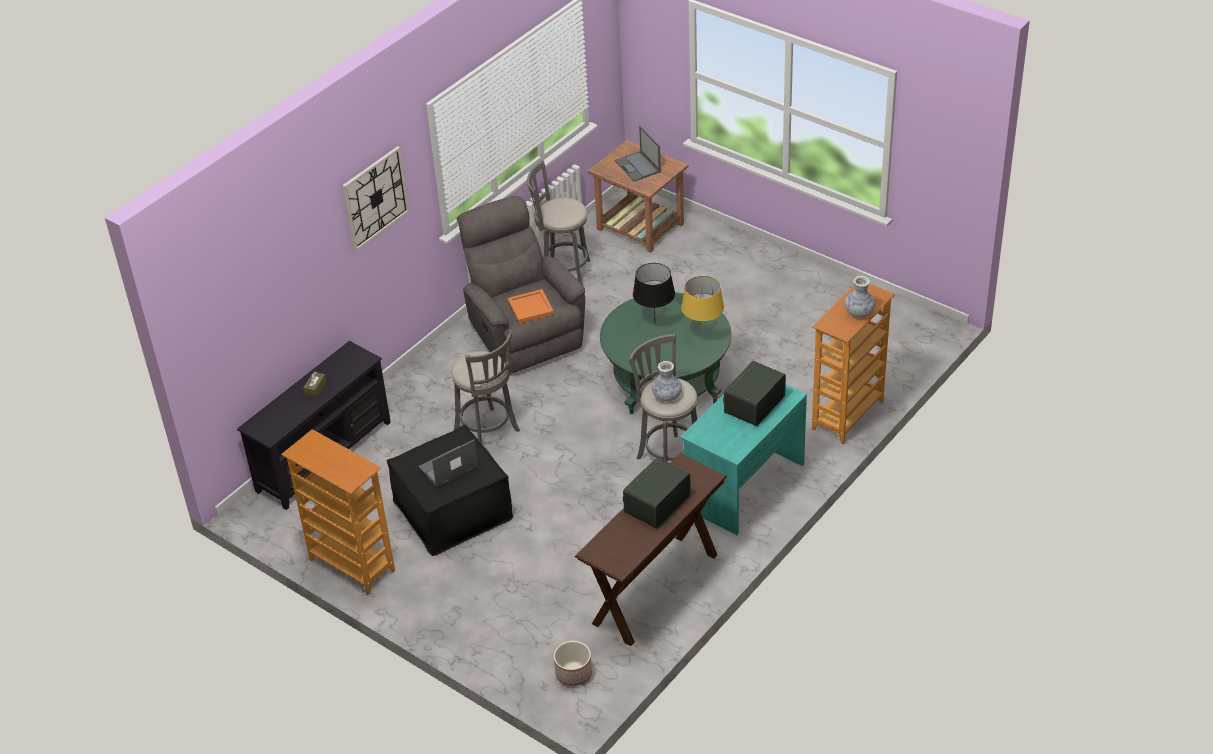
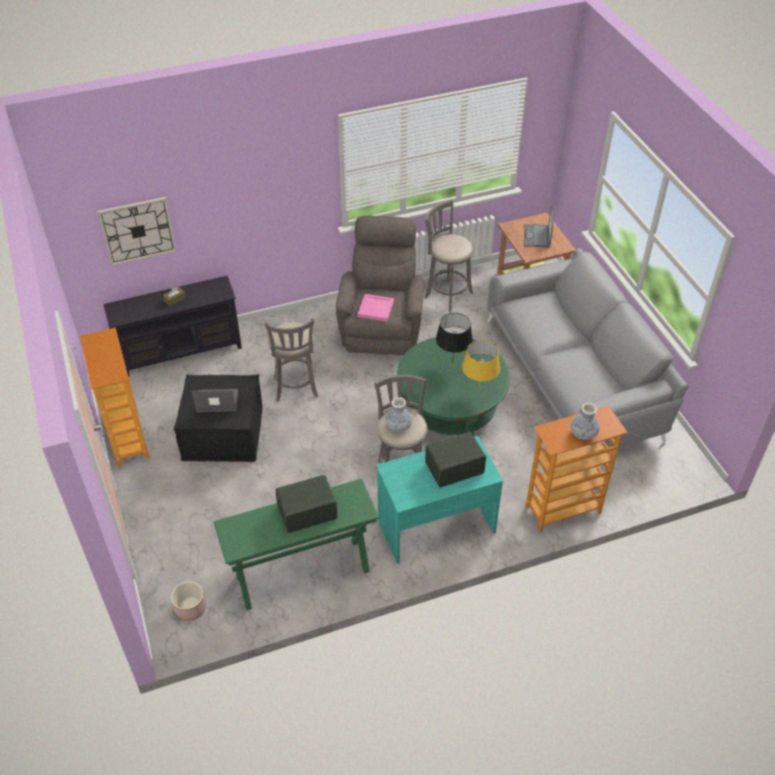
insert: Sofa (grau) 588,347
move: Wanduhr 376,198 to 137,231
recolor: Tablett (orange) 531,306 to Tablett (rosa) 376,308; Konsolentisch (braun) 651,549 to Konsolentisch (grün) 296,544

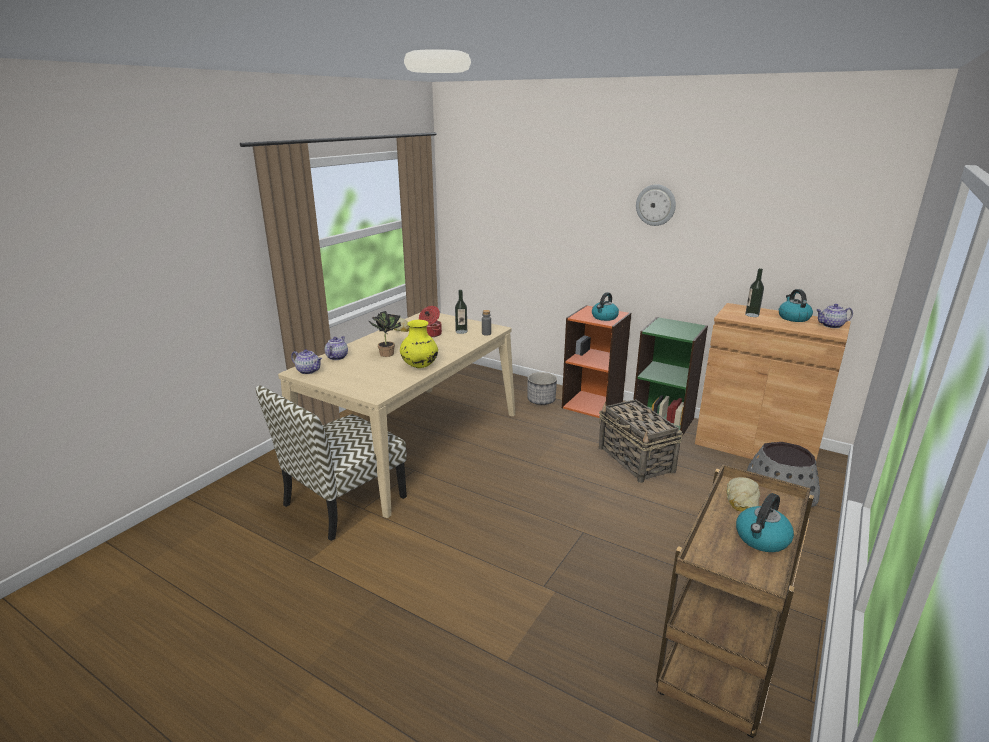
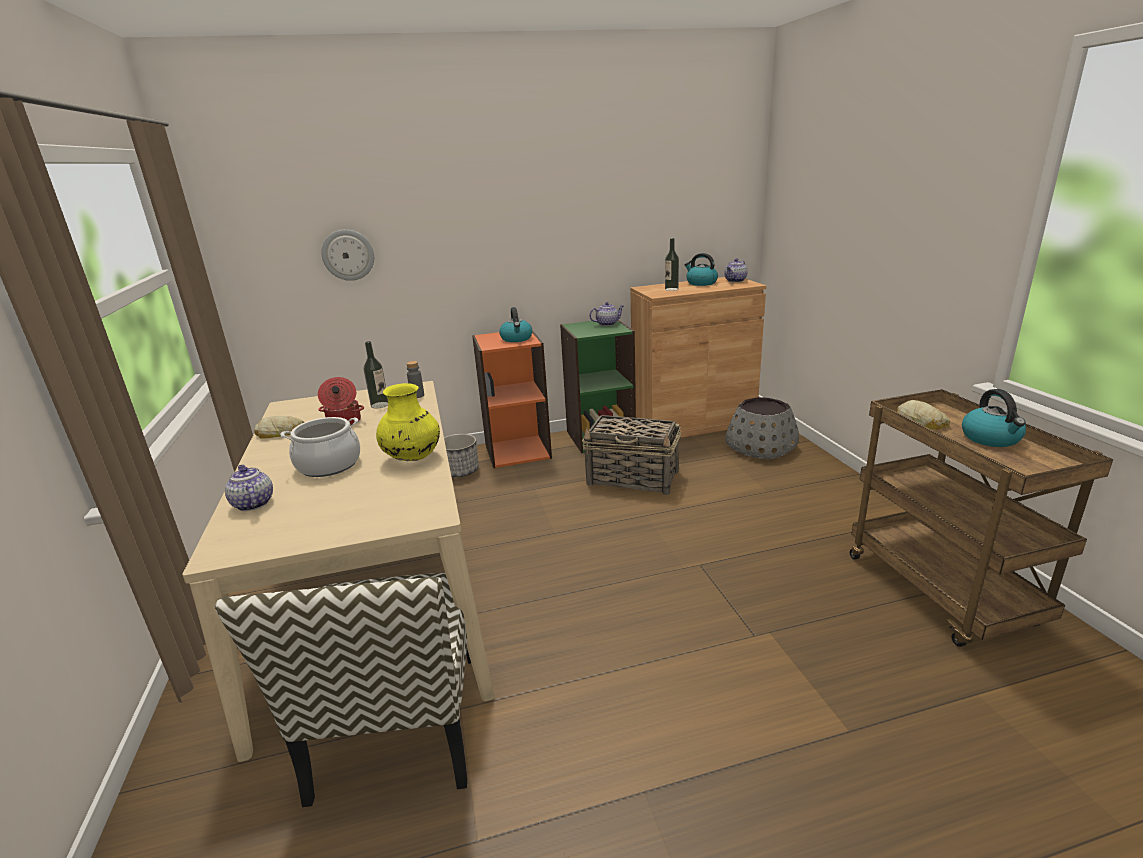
move: Teekanne 306,362 to 606,314; Wanduhr 656,205 to 347,255
replace: Topfpflanze 384,334 to Kochtopf 320,447

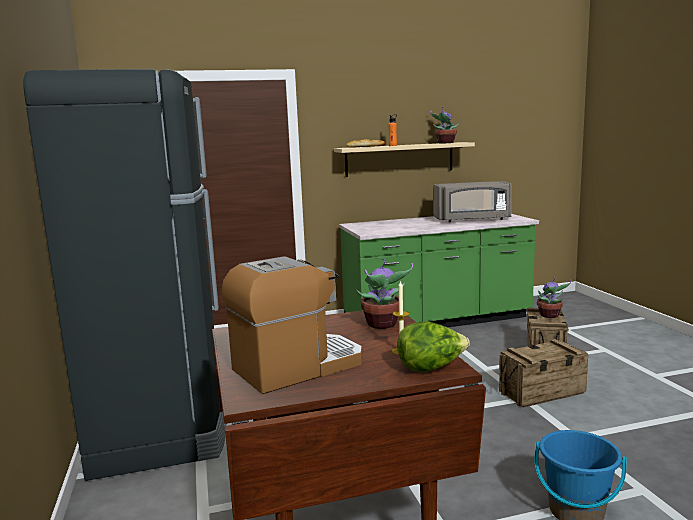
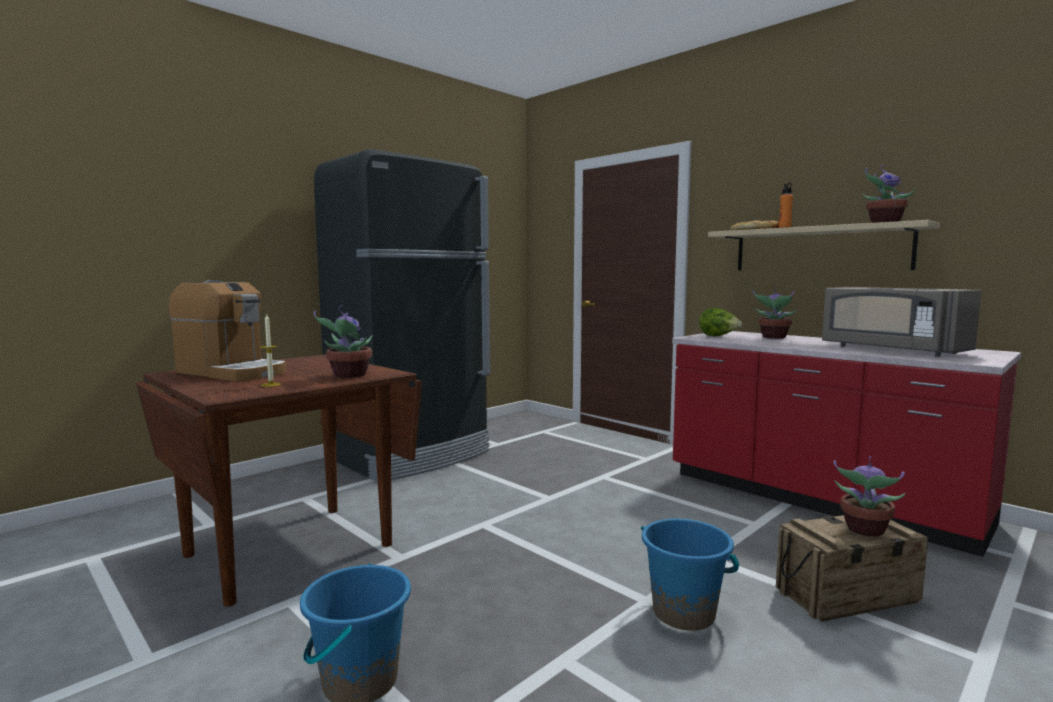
insert: Topfpflanze 775,312
move: Salatkopf 433,346 to 720,322
replace: Kiste 543,373 to Eimer (blau) 690,575
recolor: Küchenzeile (grün) 439,270 to Küchenzeile (rot) 846,444

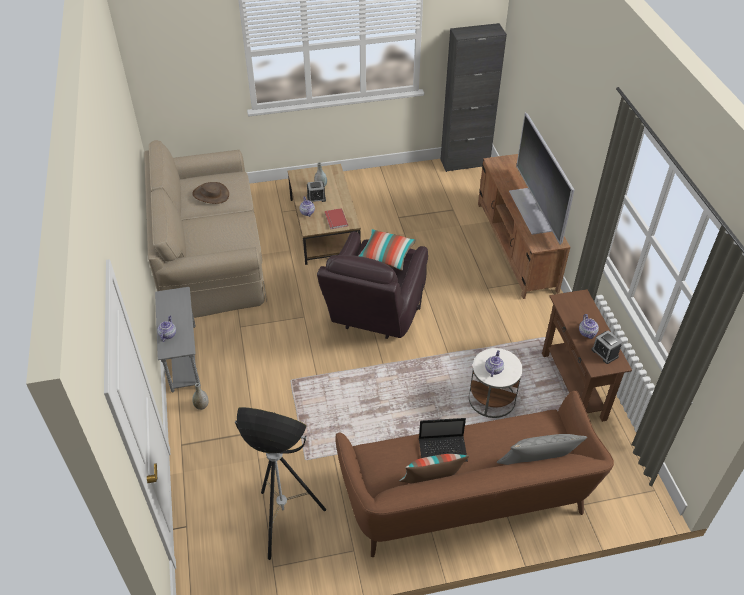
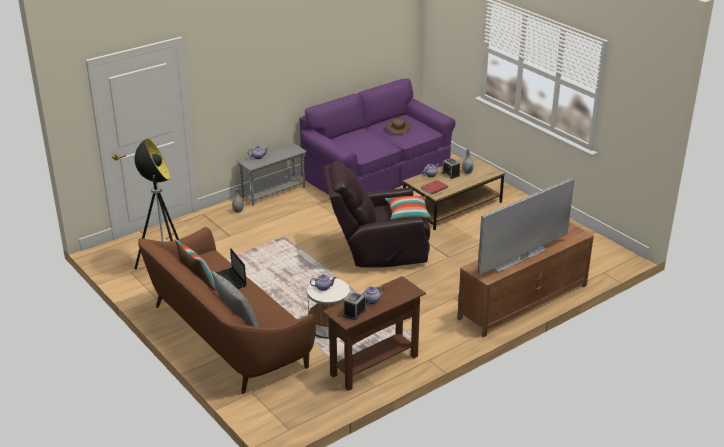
delete: Schrank (schwarz) 473,97
recolor: Sofa (beige) 205,229 to Sofa (lila) 377,136

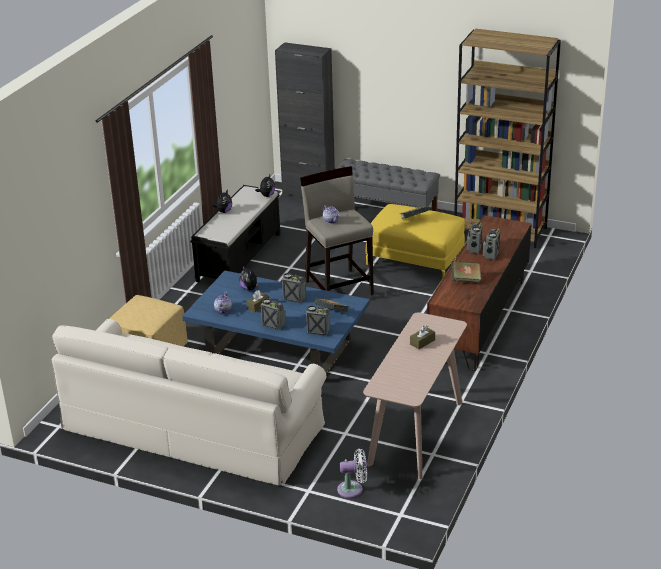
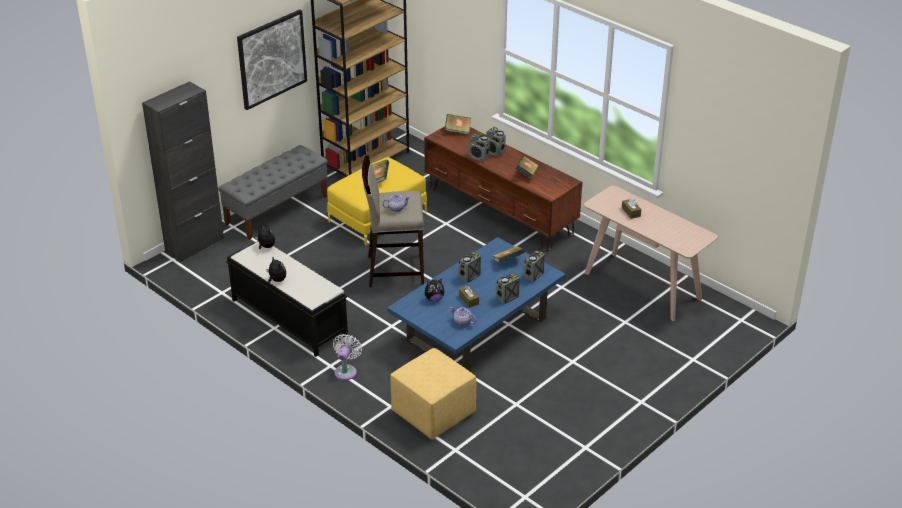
delete: Sofa (beige) 188,402
insert: Bild 272,59; Buch 457,124
move: Ventilator (weiß) 352,473 to 347,357

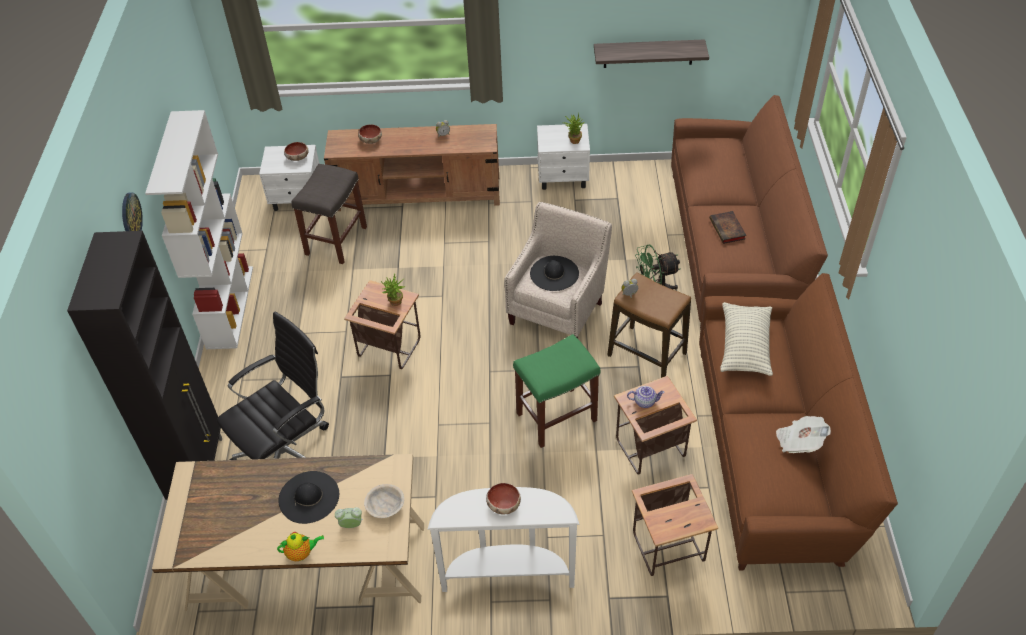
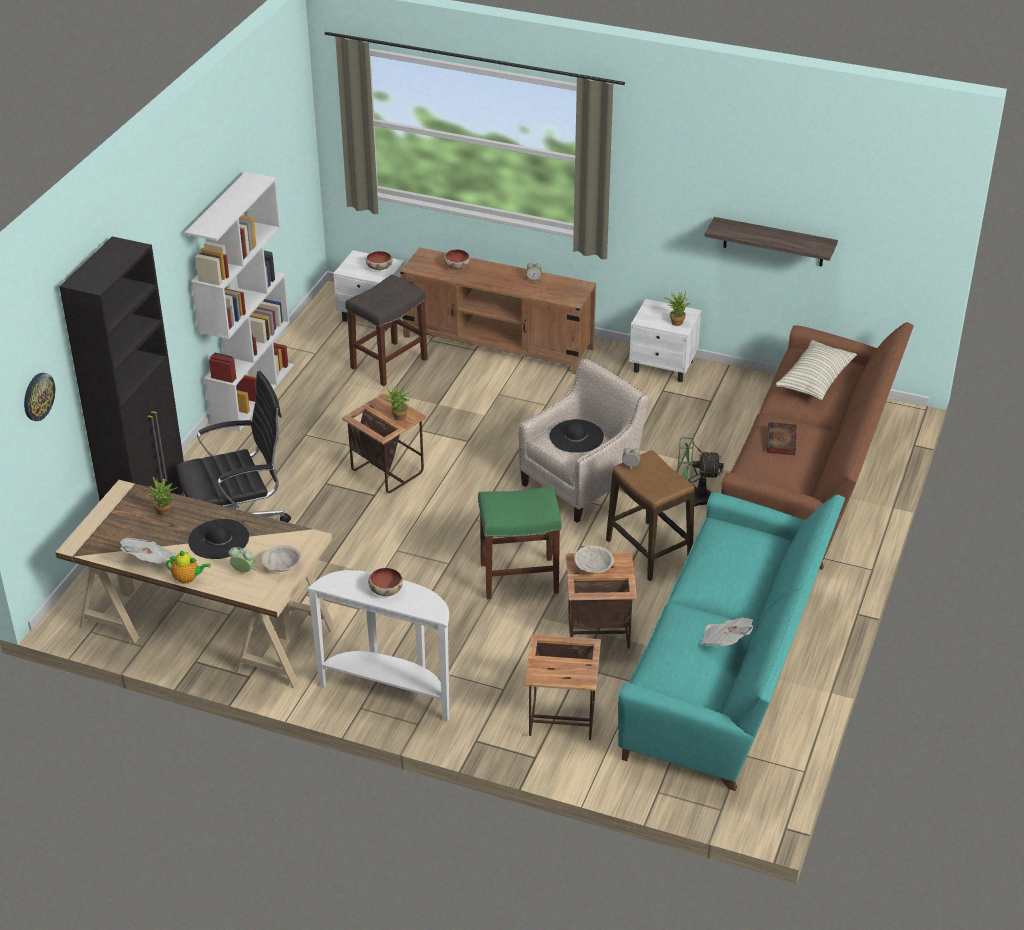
insert: Zeitung 148,551; Topfpflanze 162,495
move: Wanduhr 132,211 to 39,397; Kissen 746,339 to 816,370
replace: Teekanne 646,397 to Schüssel (beige) 594,559
recolor: Sofa (braun) 798,422 to Sofa (türkis) 731,641

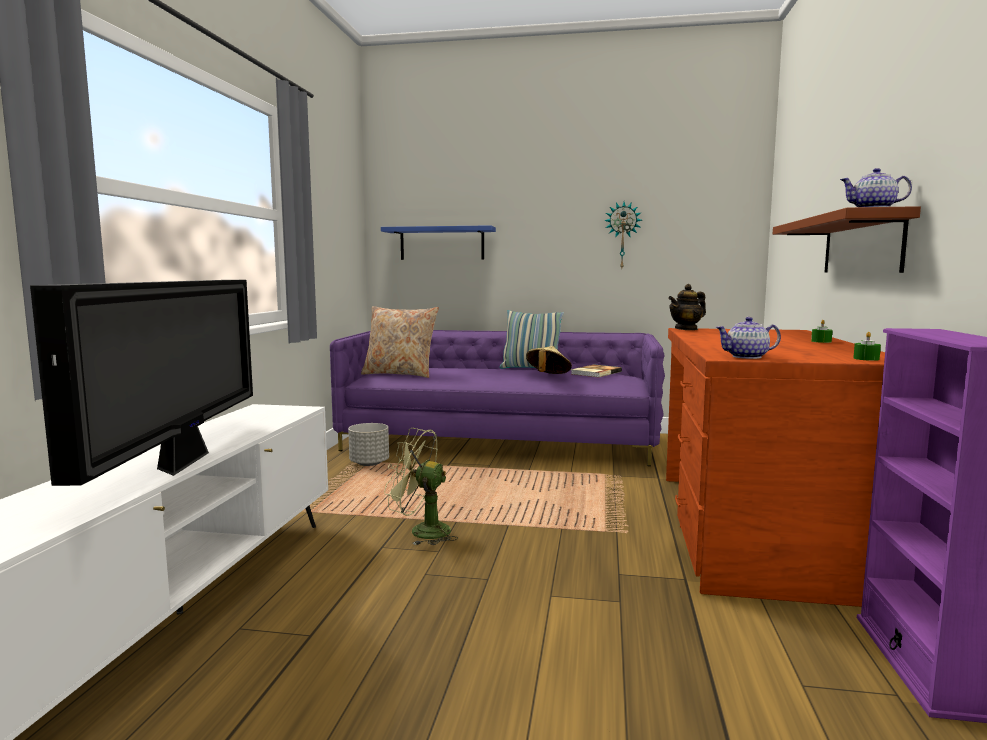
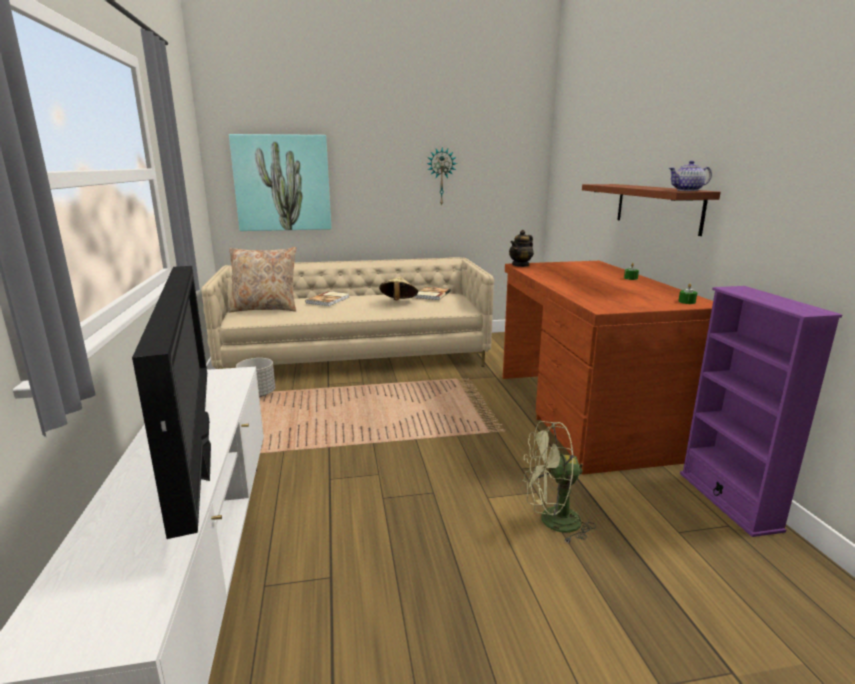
delete: Kissen 532,339; Teekanne 748,338
insert: Buch 327,298
move: Ventilator (grün) 421,486 to 559,482
replace: Wandregal (blau) 438,242 to Bild 280,182
recolor: Sofa (lila) 497,398 to Sofa (beige) 348,313

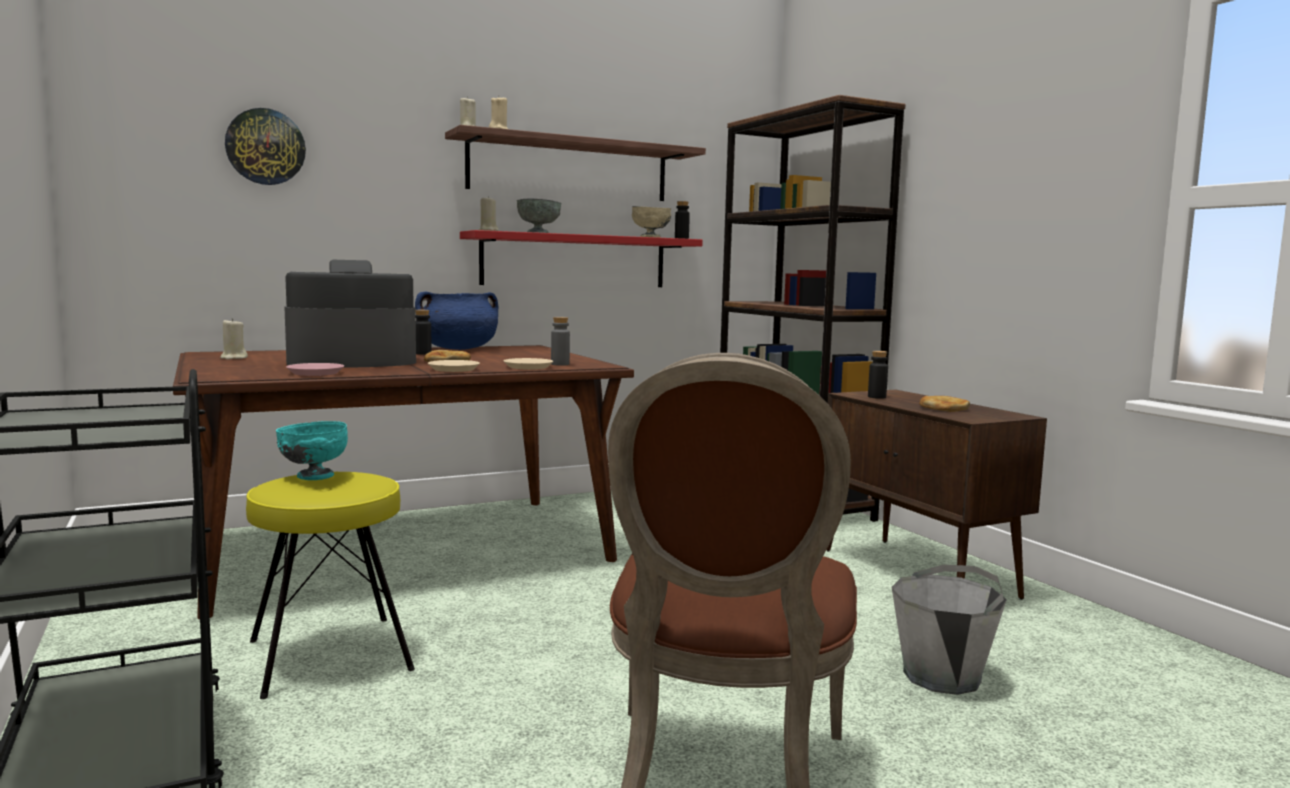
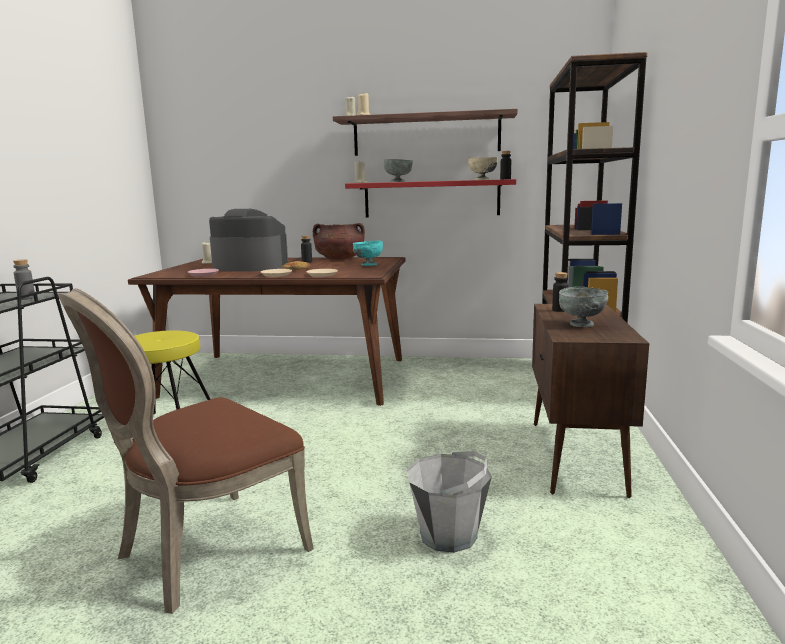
delete: Wanduhr 265,146
move: Schüssel (türkis) 312,450 to 368,253; Flasche (grau) 560,341 to 24,279
replace: Brot 944,404 to Schüssel (grau) 583,307
recolor: Kochtopf (blau) 456,321 to Kochtopf (braun) 339,241

